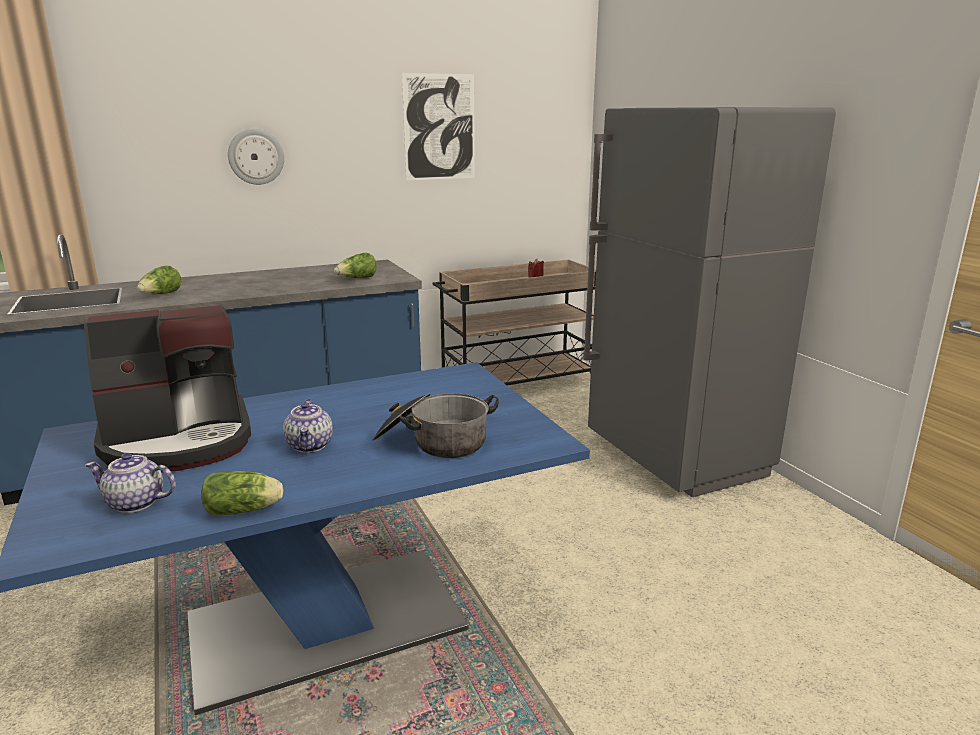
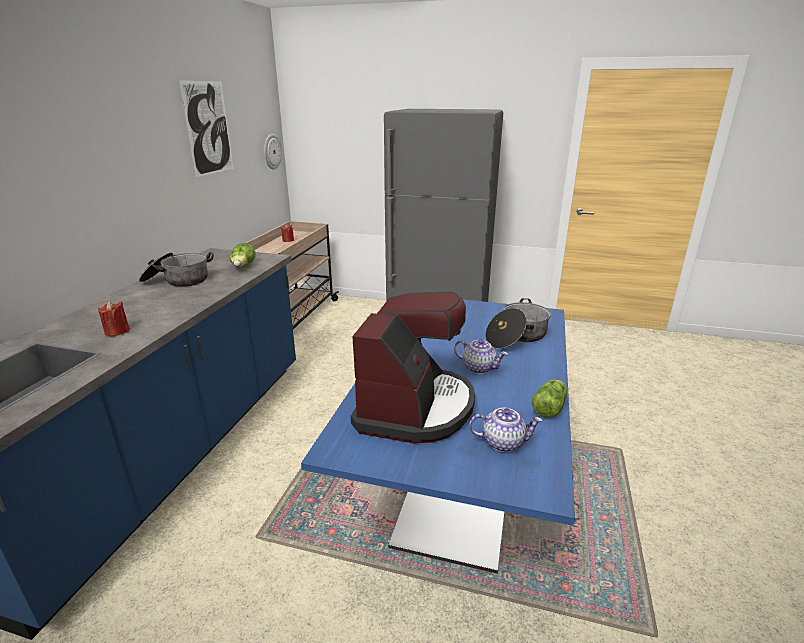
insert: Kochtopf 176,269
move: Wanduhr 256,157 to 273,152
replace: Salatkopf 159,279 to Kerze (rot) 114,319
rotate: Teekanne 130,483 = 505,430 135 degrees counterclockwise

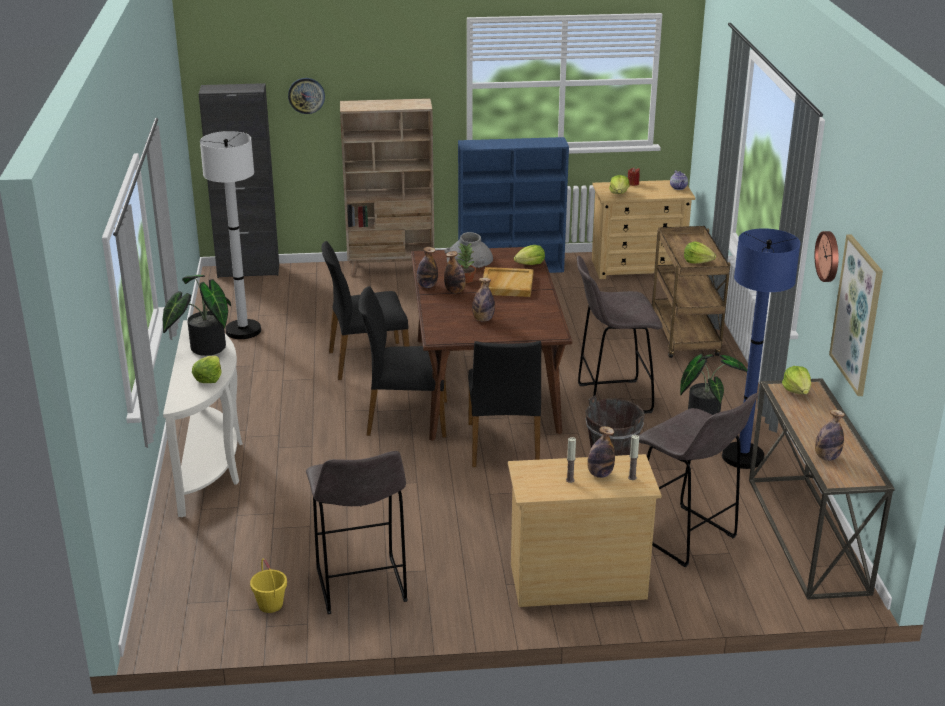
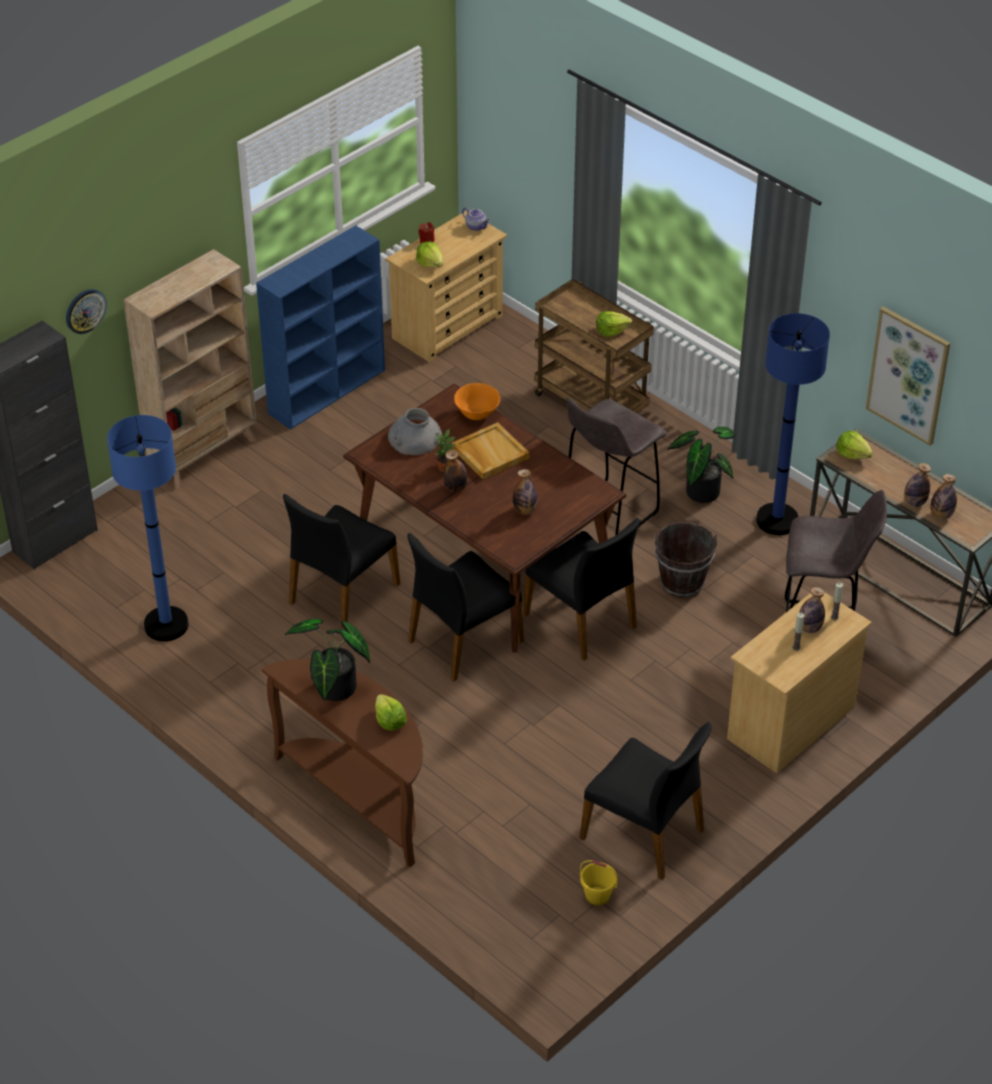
delete: Wanduhr 827,256
move: Flasche 427,267 to 917,485
replace: Hocker (grau) 356,532 to Stuhl (schwarz) 646,801; Salatkopf 529,255 to Schüssel (orange) 477,401
recolor: Konsolentisch (weiß) 203,419 to Konsolentisch (braun) 342,763; Stehlampe (weiß) 230,235 to Stehlampe (blau) 148,528

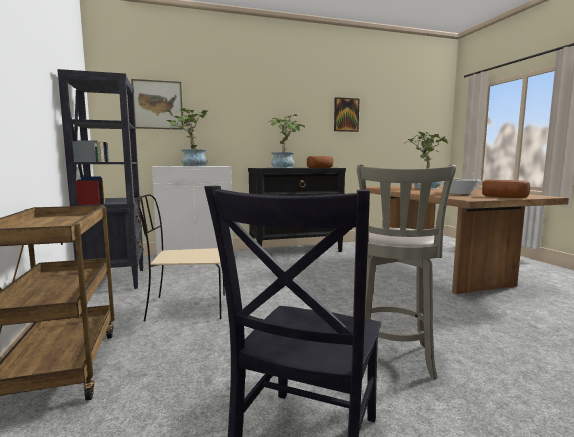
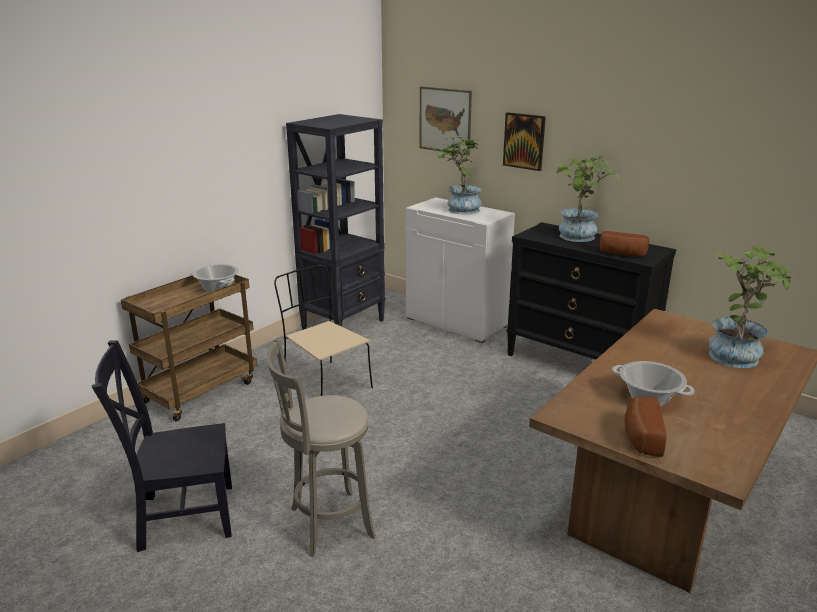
insert: Kochtopf 215,278
move: Bild 346,114 to 524,141

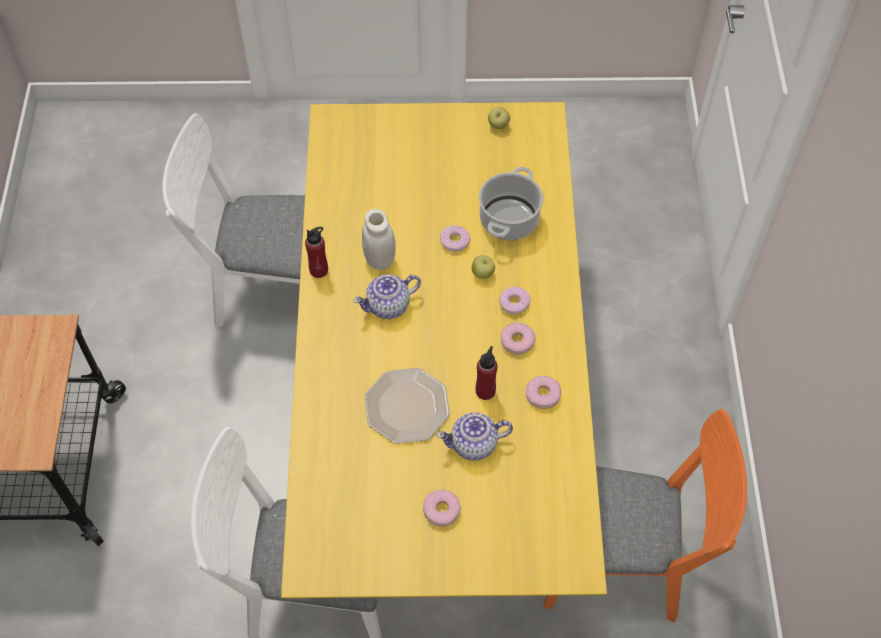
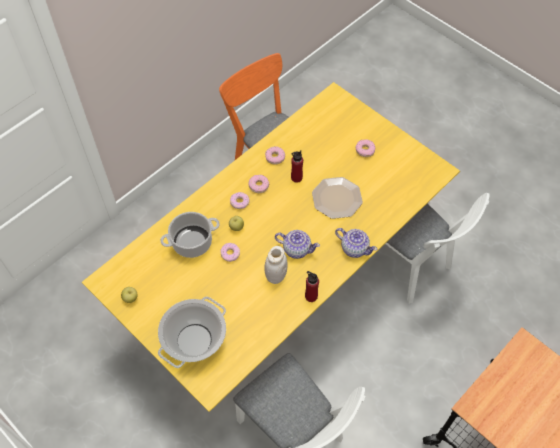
insert: Kochtopf 192,332
move: Teekanne 474,436 to 356,243

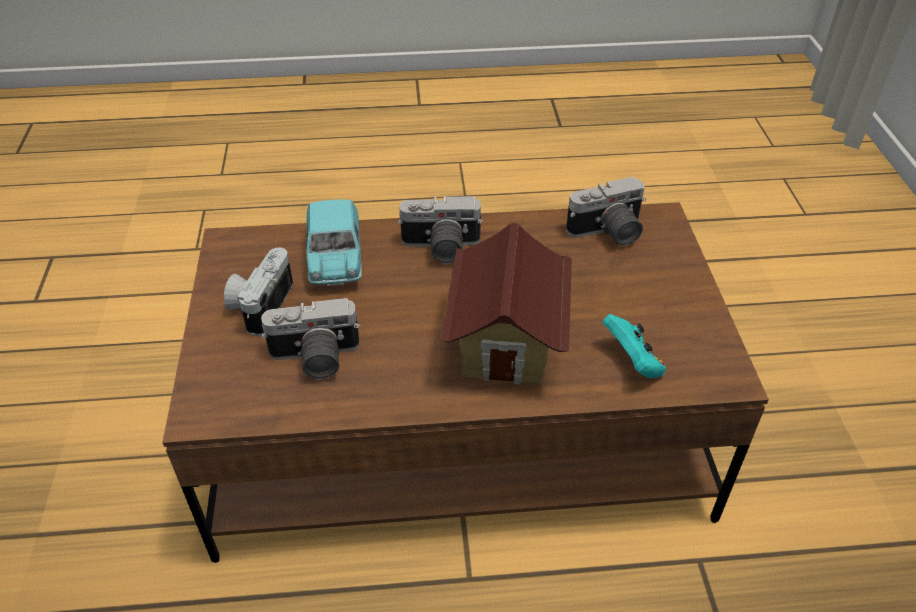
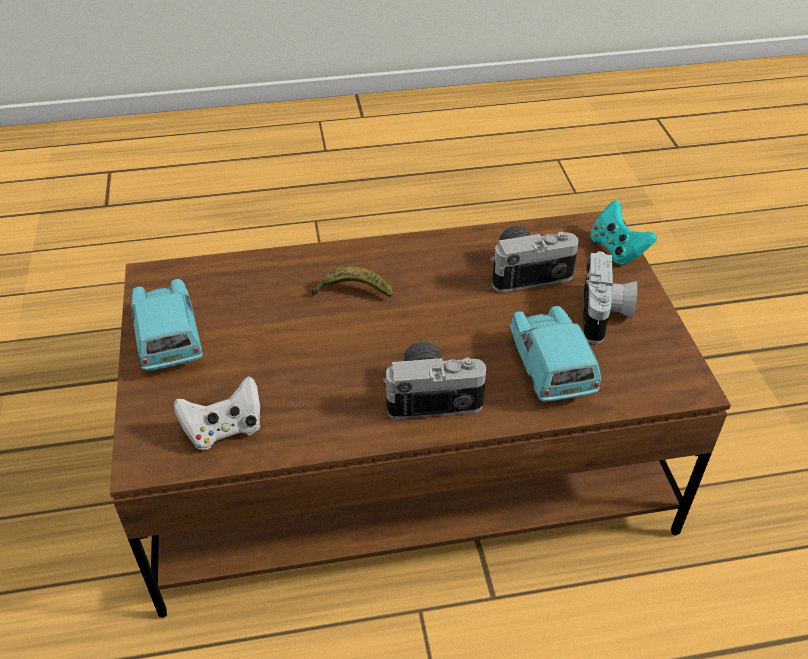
insert: Spielzeugauto (türkis) 167,325
move: Gamepad (türkis) 634,346 to 623,232
replace: Spielzeughaus 506,303 to Banane 352,281; Kamera 606,211 to Gamepad (weiß) 217,413

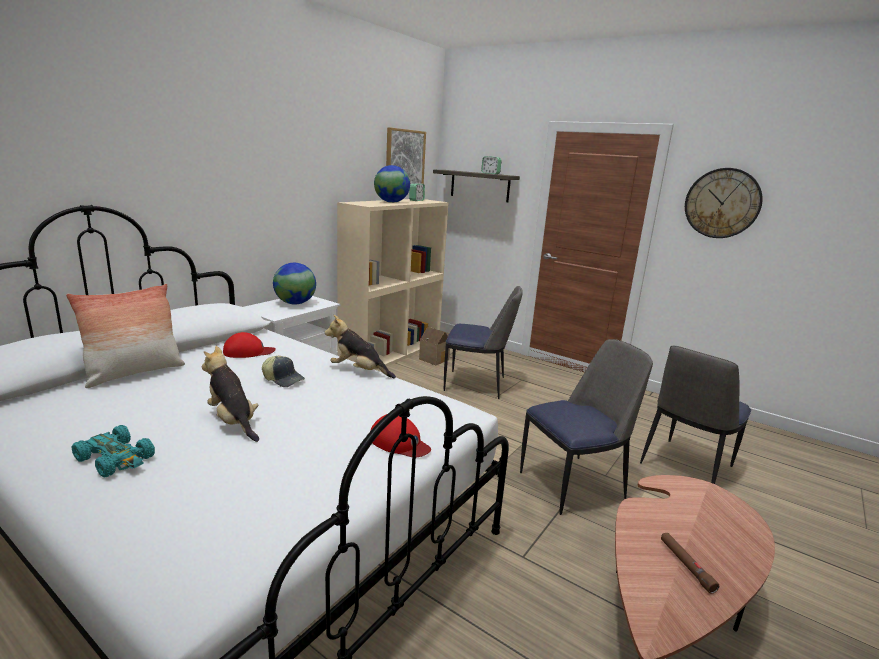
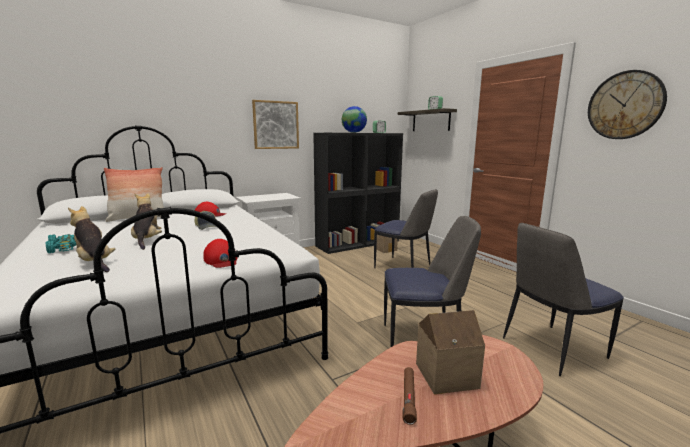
delete: Globus 294,284
insert: Spielzeughaus 450,352
move: Plüschtier 360,346 to 91,239; Bild 406,155 to 275,124
recolor: Bücherregal (beige) 393,285 to Bücherregal (schwarz) 358,193

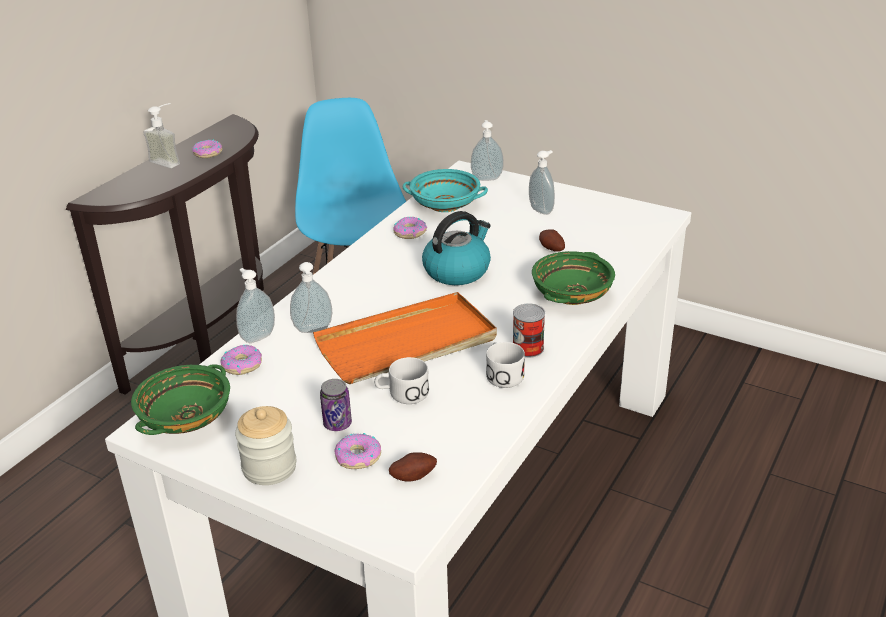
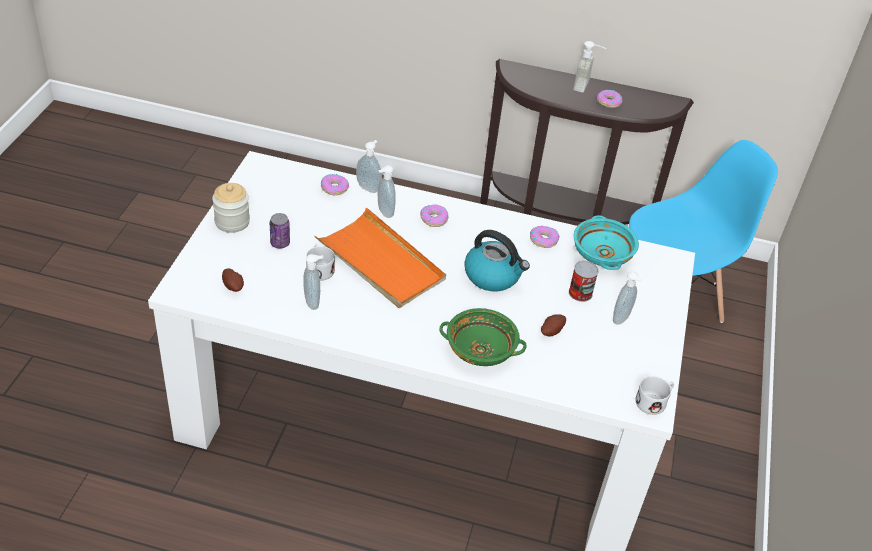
delete: Schüssel (grün) 180,399
move: Donut 357,451 to 434,216; Seifenspender 487,150 to 313,282; Henkelbecher (weiß) 505,365 to 654,395; Dose 529,330 to 584,281

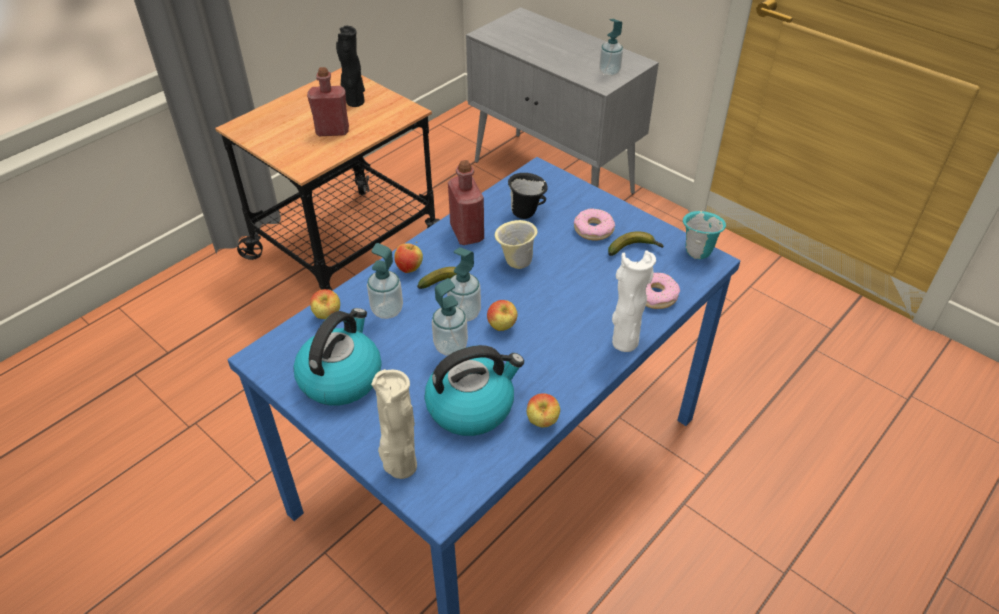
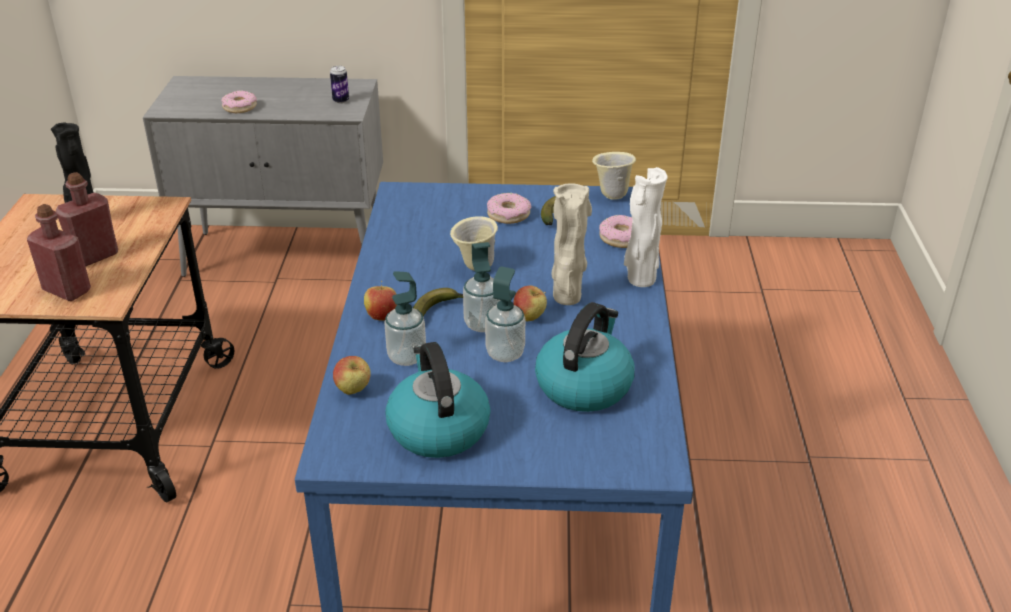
delete: Henkelbecher (schwarz) 528,196; Apfel 543,410
insert: Donut 239,102
move: Vase (beige) 394,424 to 571,244; Flasche (rot) 466,202 to 59,252
replace: Seifenspender 611,47 to Dose 339,85
recolor: Henkelbecher (türkis) 704,235 to Henkelbecher (beige) 614,176

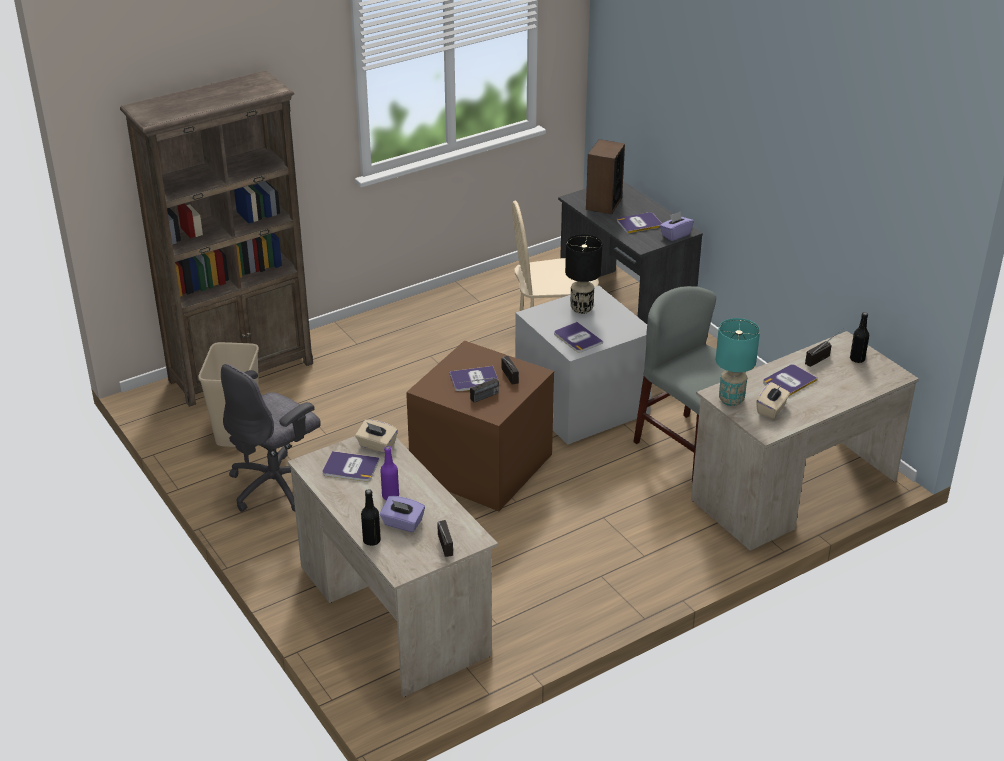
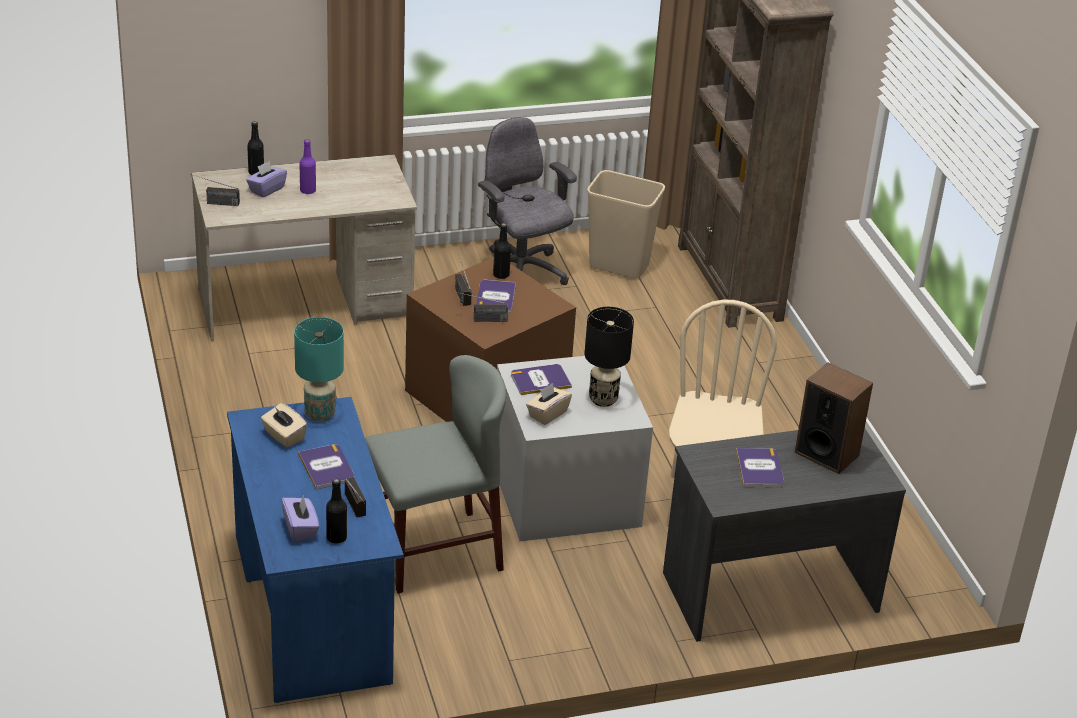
delete: Buch 351,466
insert: Flasche (schwarz) 502,251
move: Taschentuchbox (beige) 376,436 to 549,404; Taschentuchbox (lila) 677,226 to 300,518
recolor: Schreibtisch (beige) 805,441 to Schreibtisch (blau) 315,550

